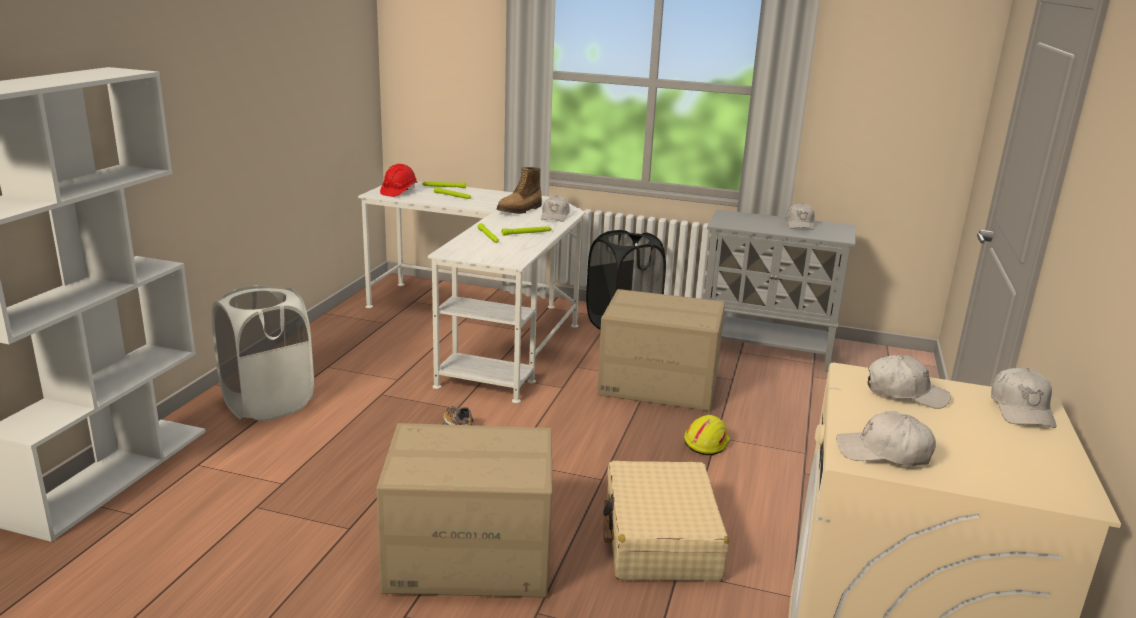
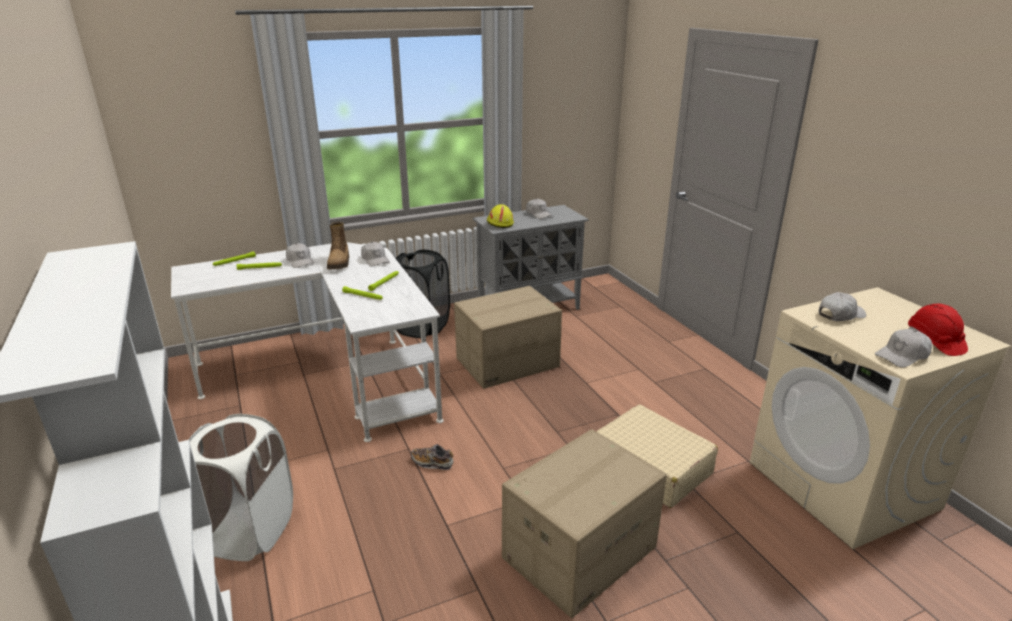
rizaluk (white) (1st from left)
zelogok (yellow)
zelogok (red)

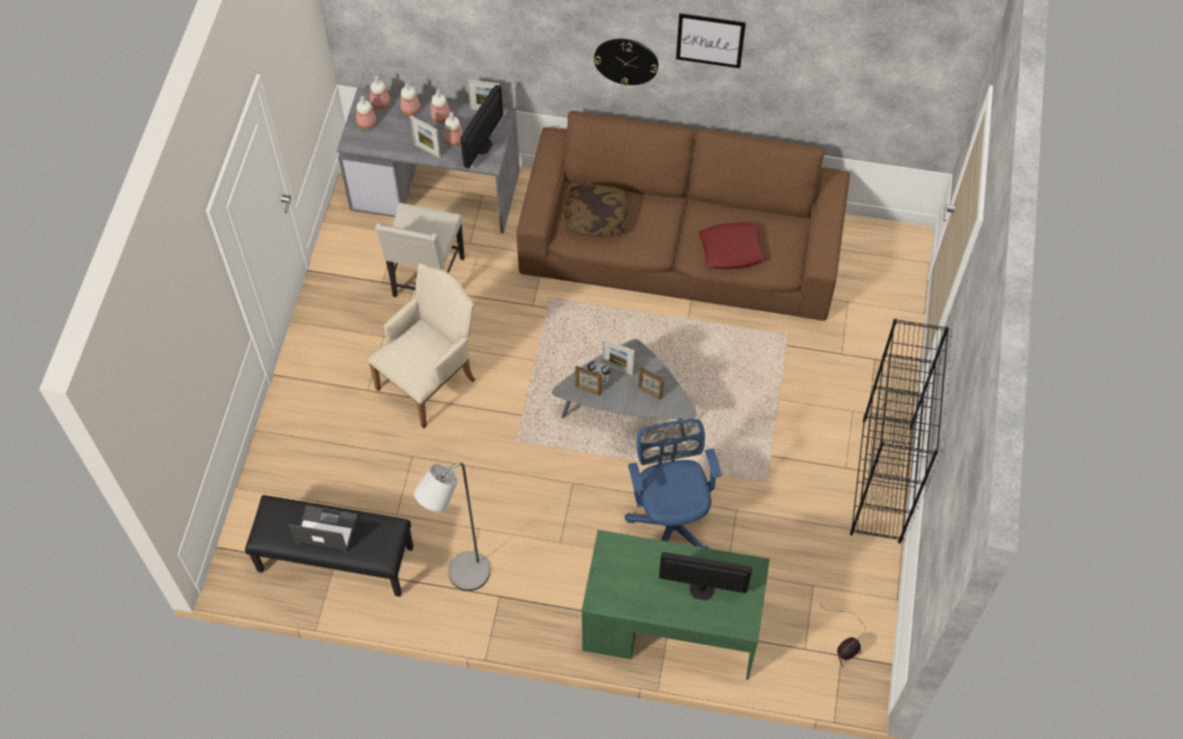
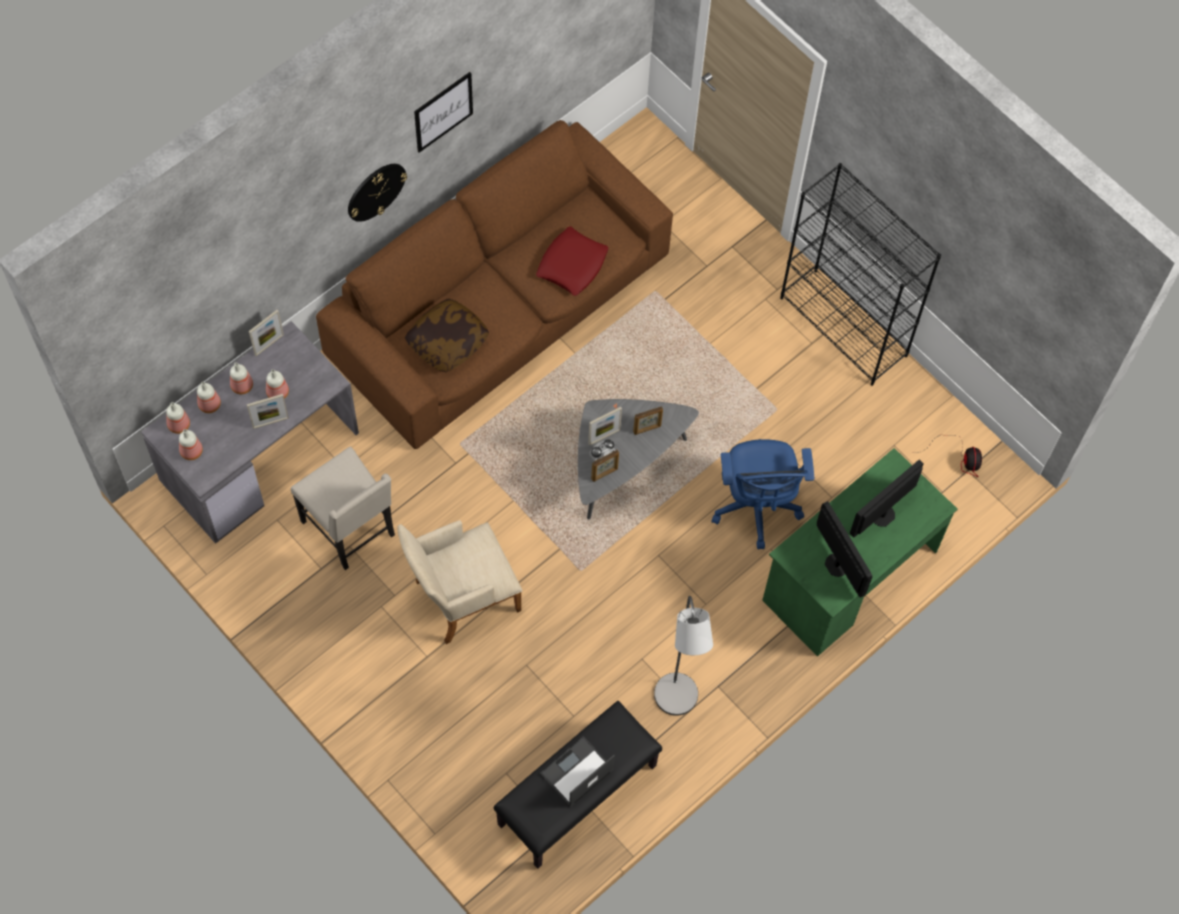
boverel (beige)
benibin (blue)
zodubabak (1st from left)

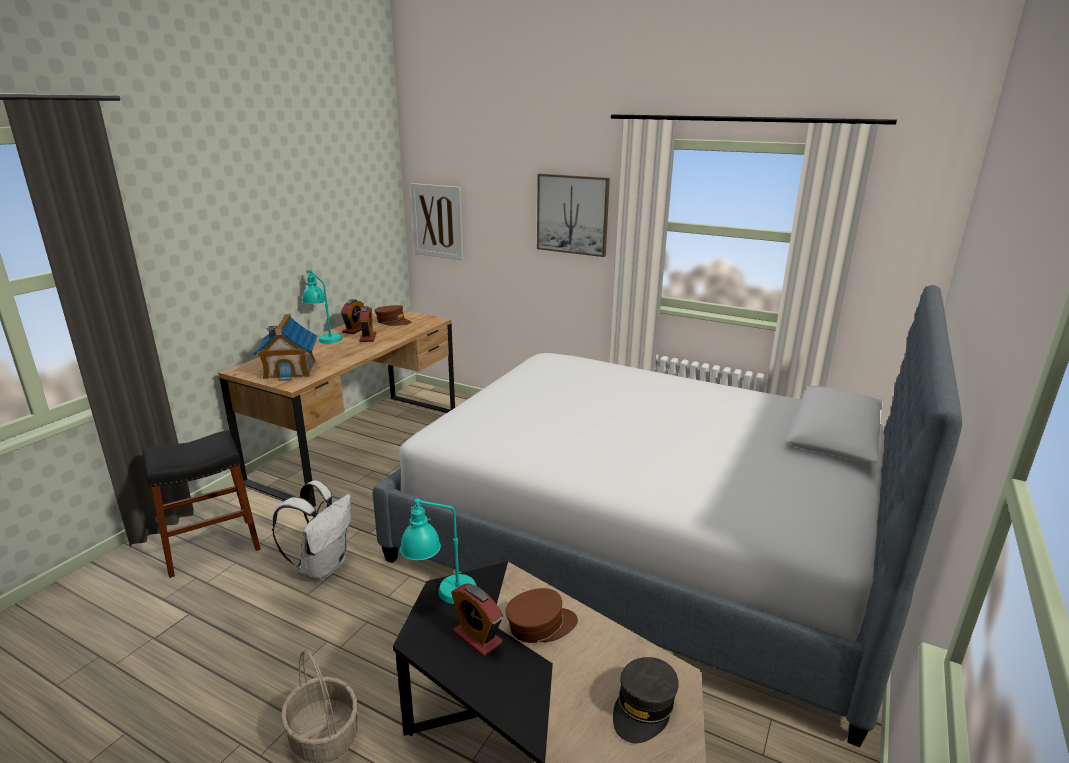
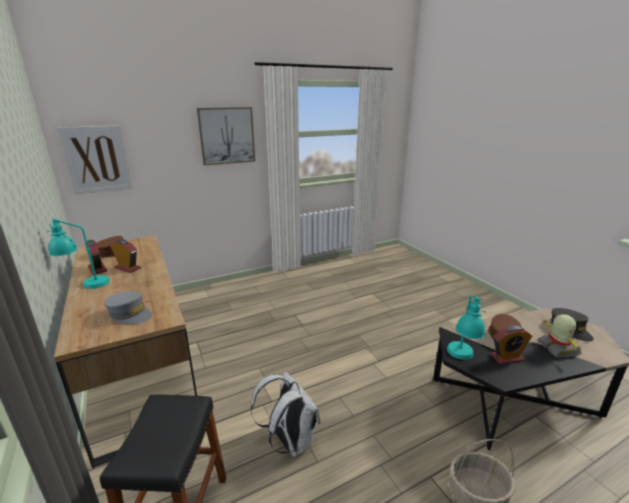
rizaluk (grey) (1st from left)
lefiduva
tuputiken

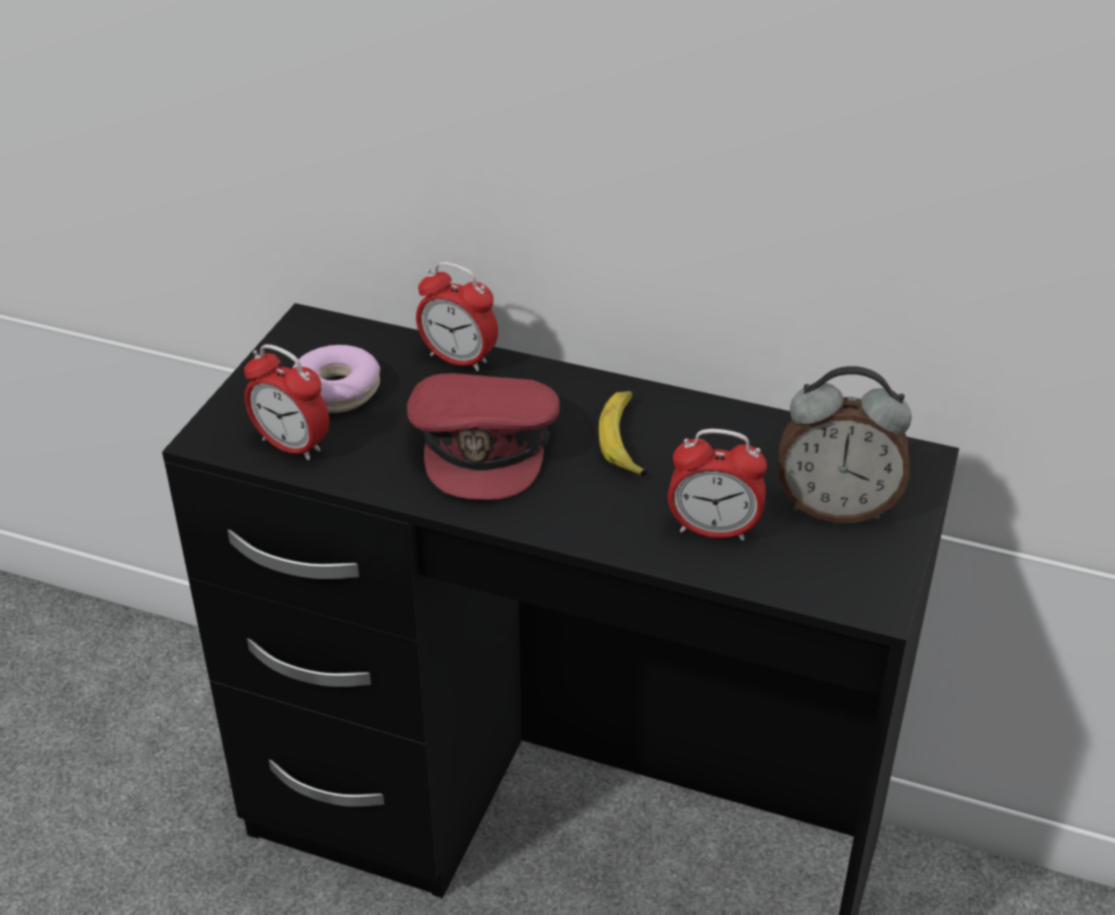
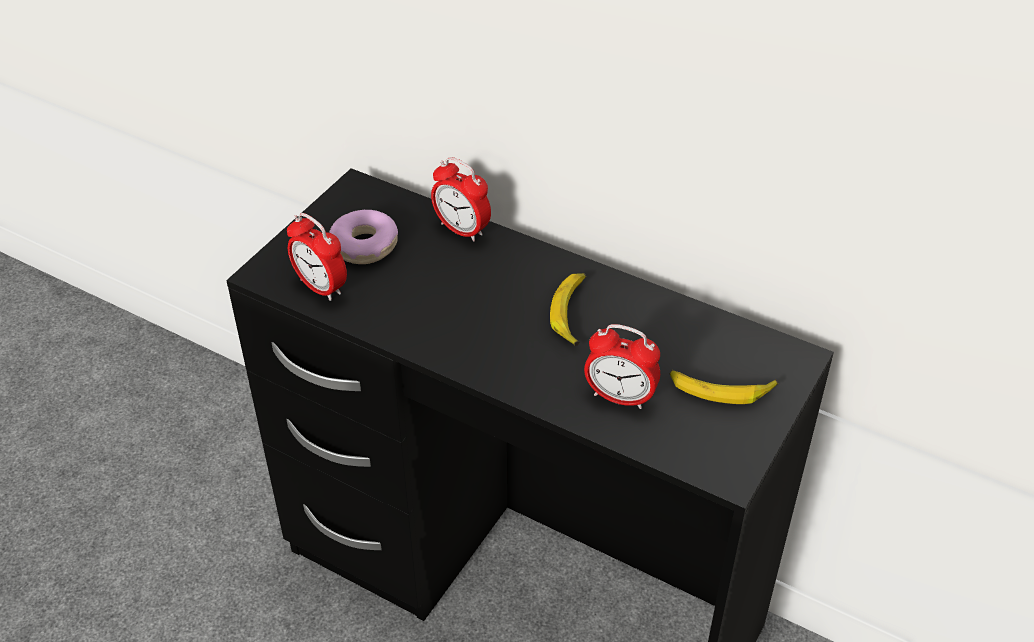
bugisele (2nd from left)
rizaluk (red)

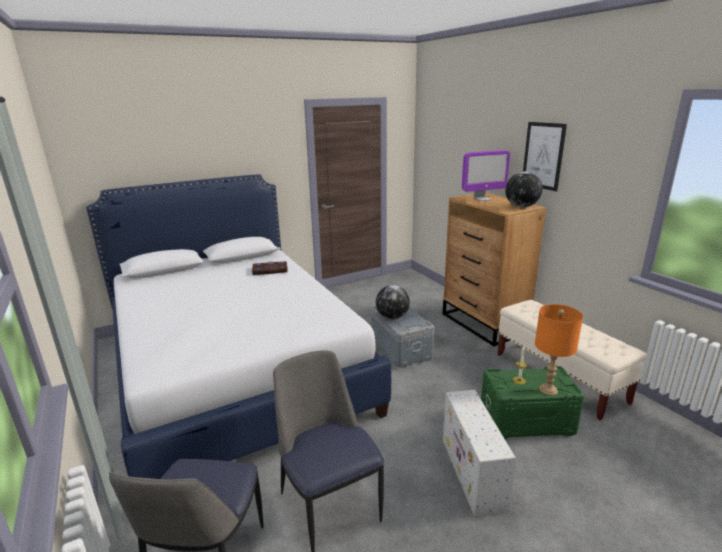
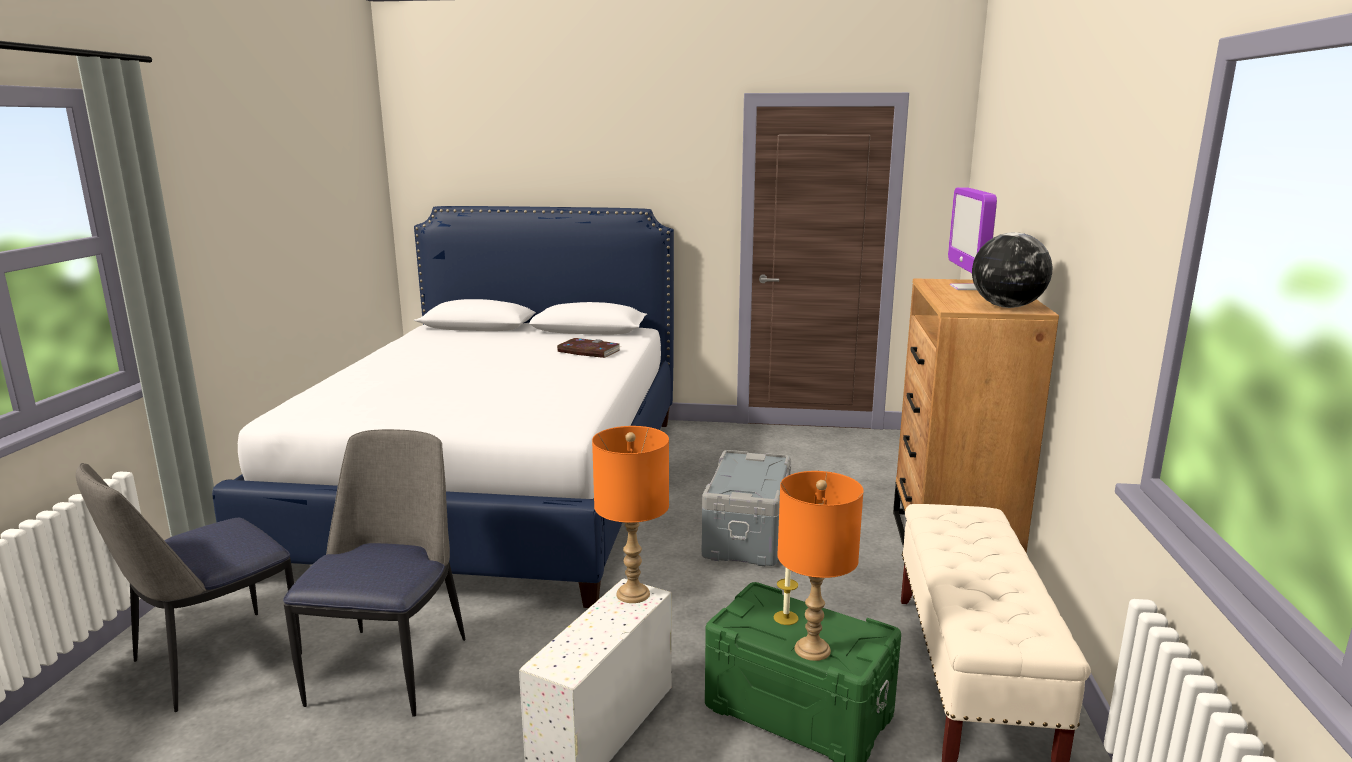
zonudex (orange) (1st from left)
zodubabak
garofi (1st from left in the first image)
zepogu

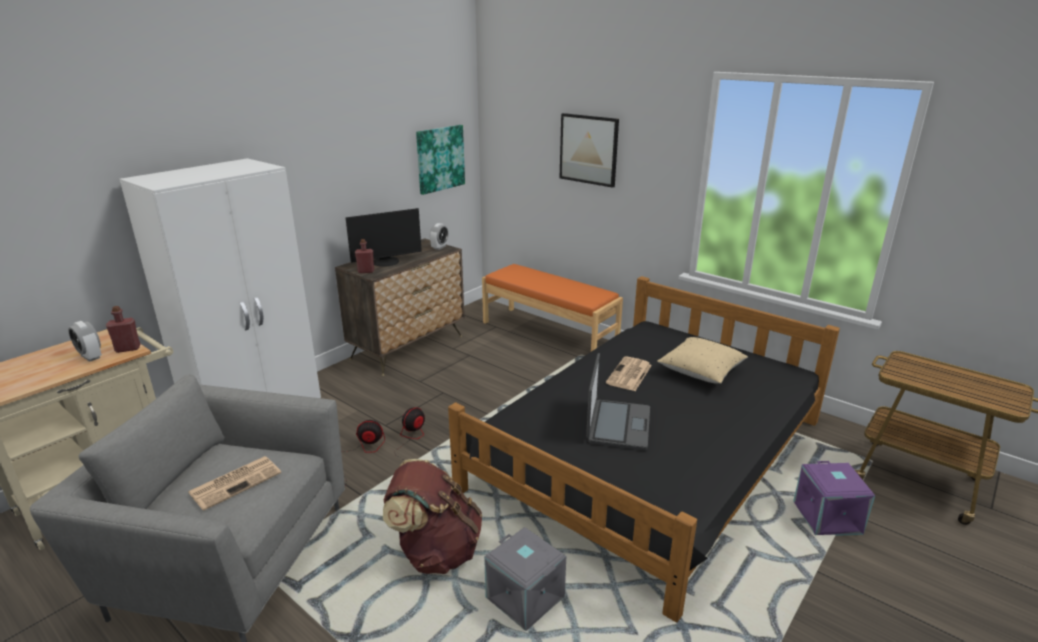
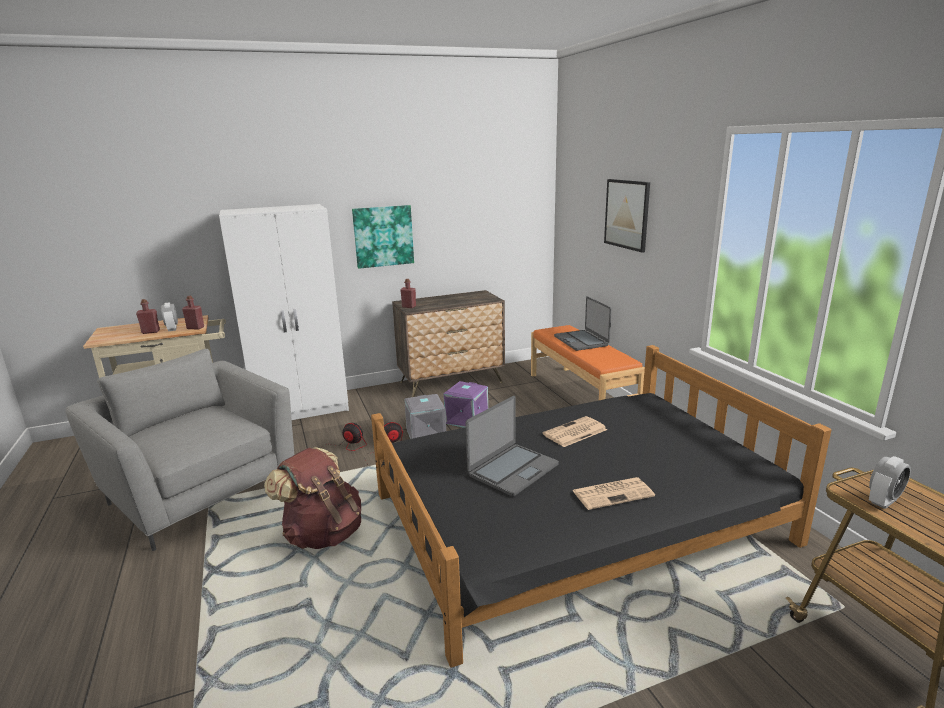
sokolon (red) (1st from left)
zepogu (1st from left)
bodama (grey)
bodama (purple)
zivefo (2nd from left)
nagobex (2nd from left)
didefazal (2nd from left)
zodubabak
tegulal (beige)

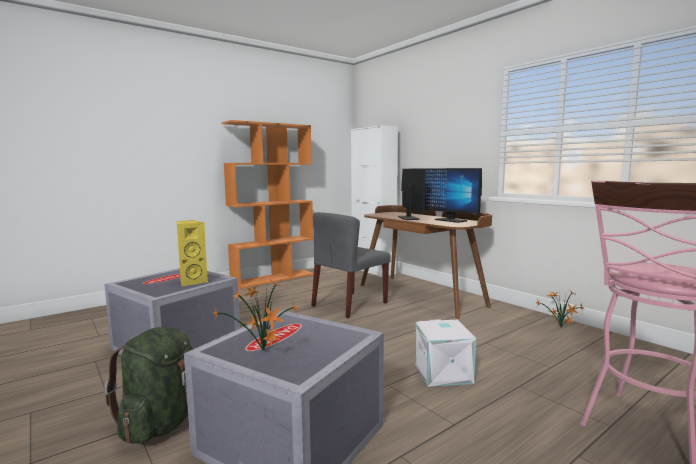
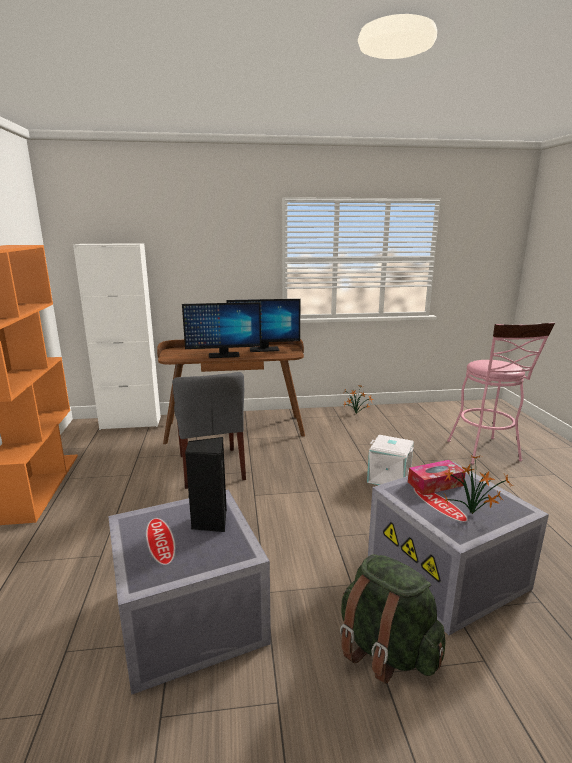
zodubabak (1st from left)
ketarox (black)
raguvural

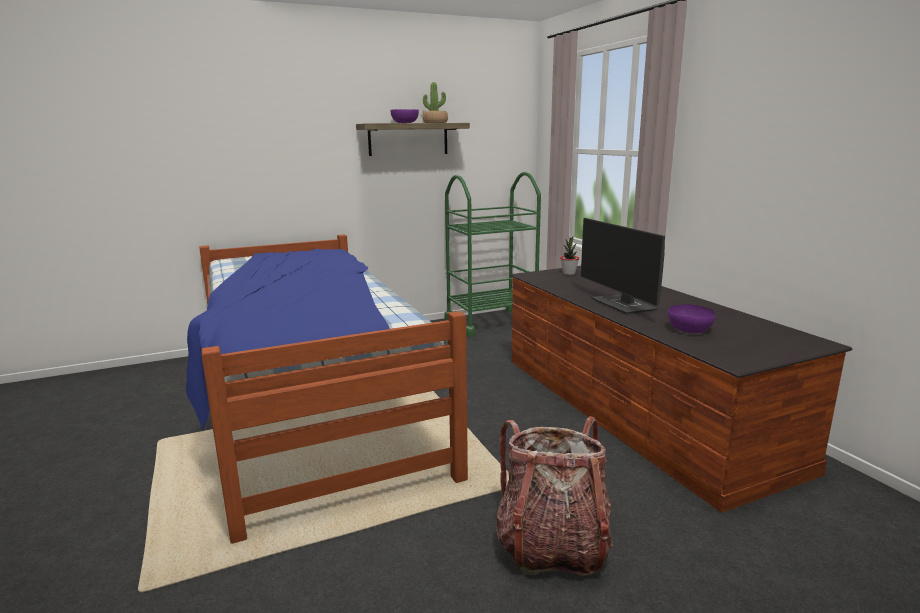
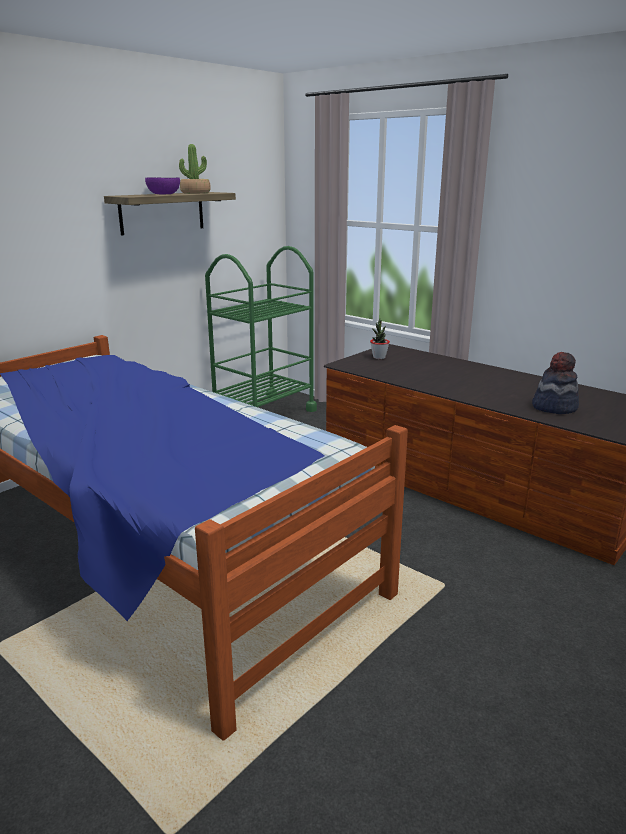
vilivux
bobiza
zodubabak

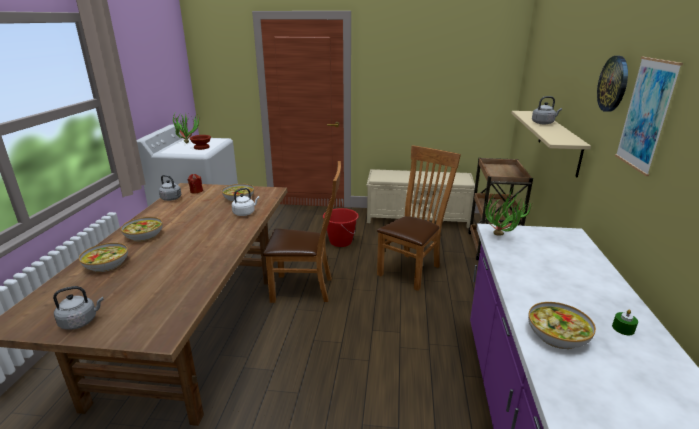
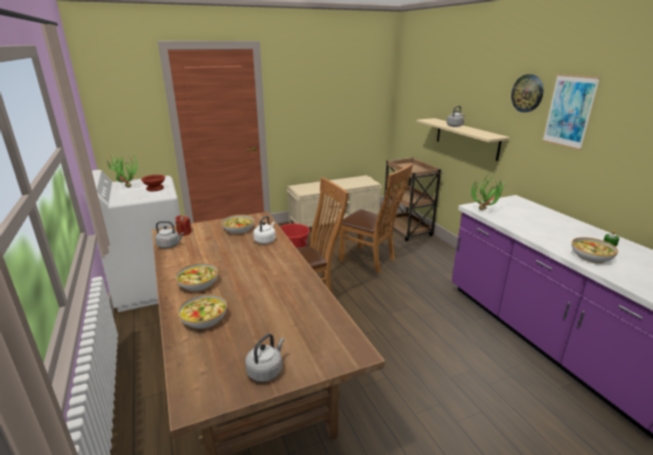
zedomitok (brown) (2nd from left)

